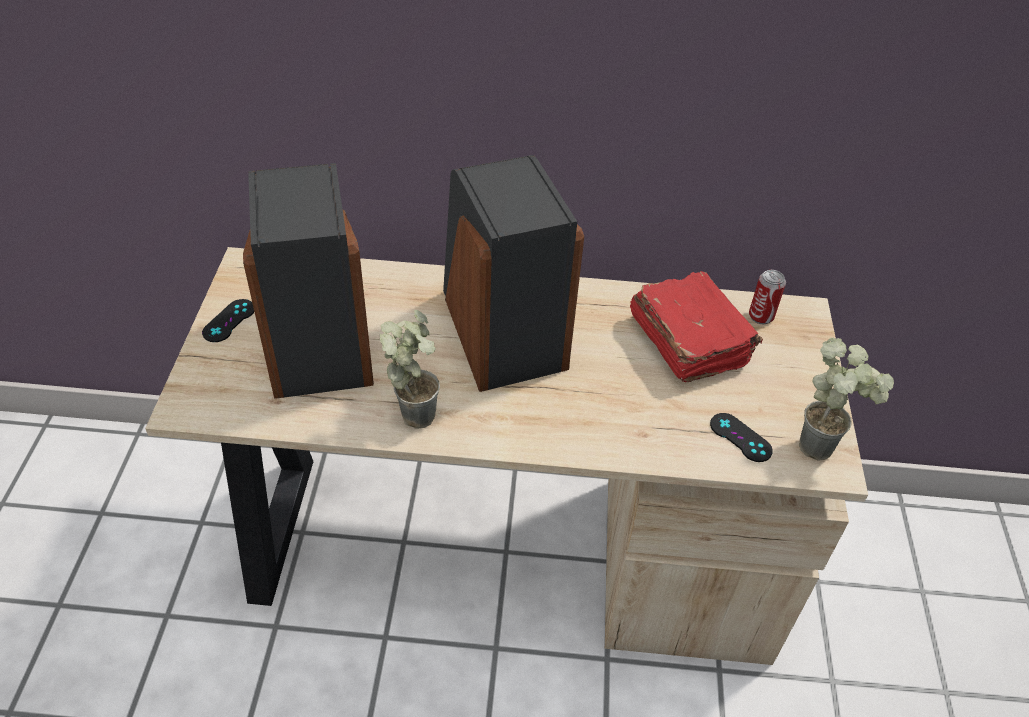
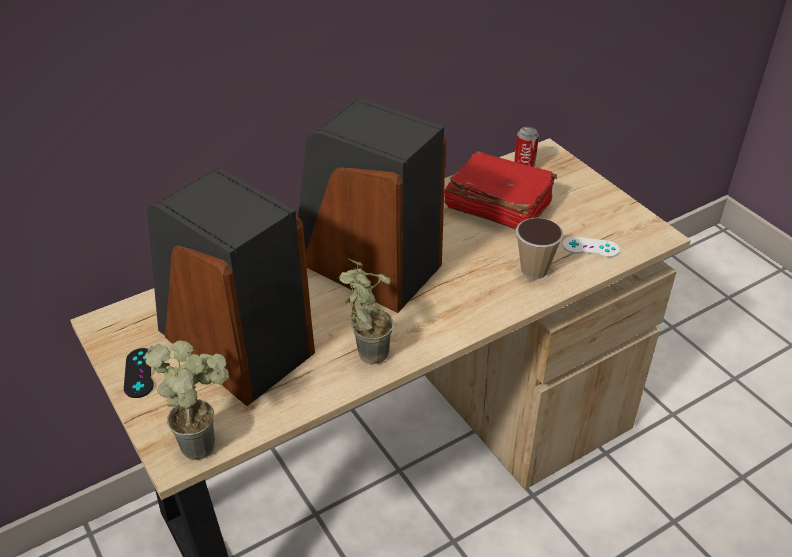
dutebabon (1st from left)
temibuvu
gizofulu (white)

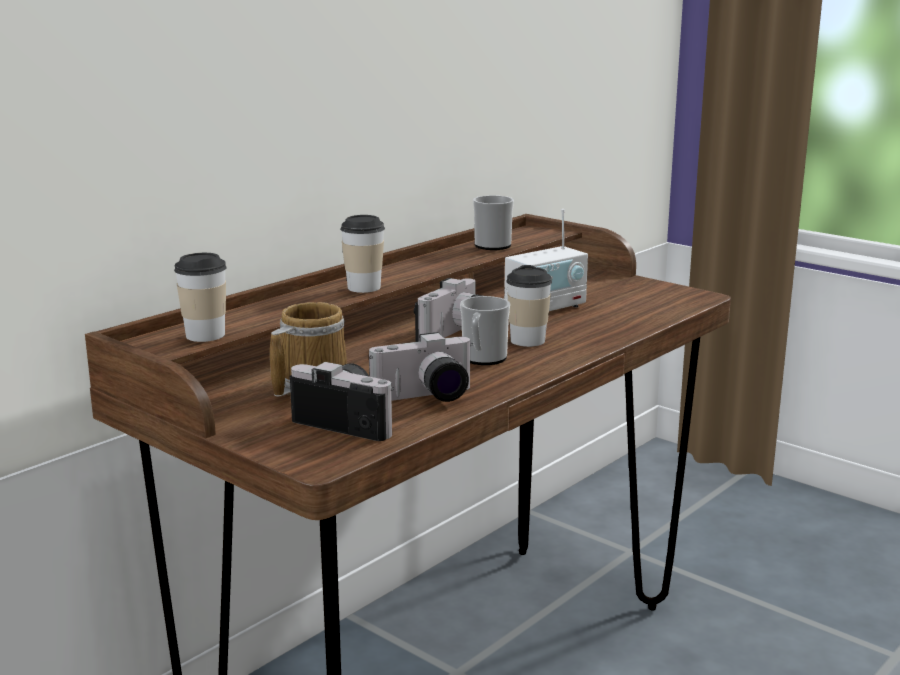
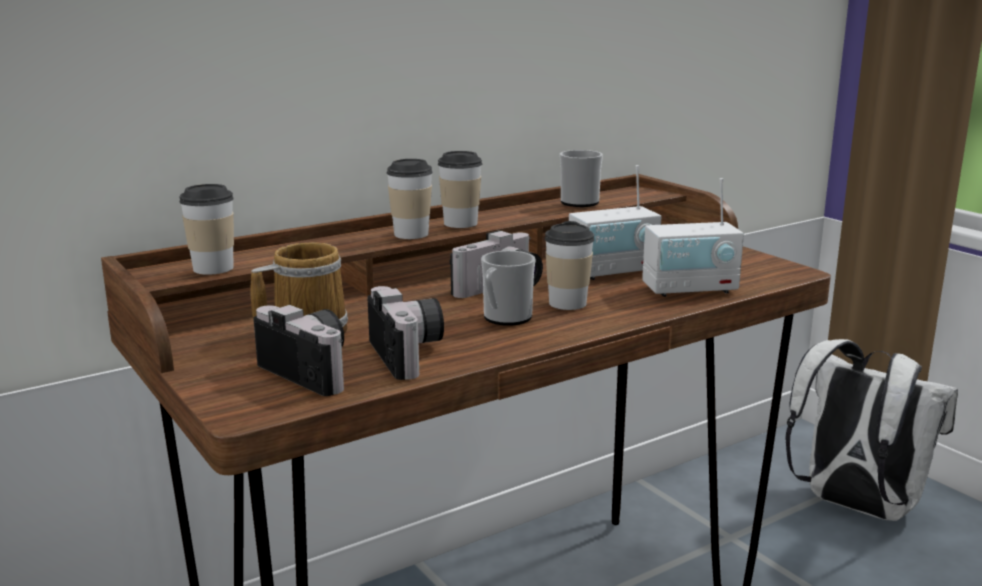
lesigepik (2nd from left)
temibuvu (3rd from left)
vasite (2nd from left)
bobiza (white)

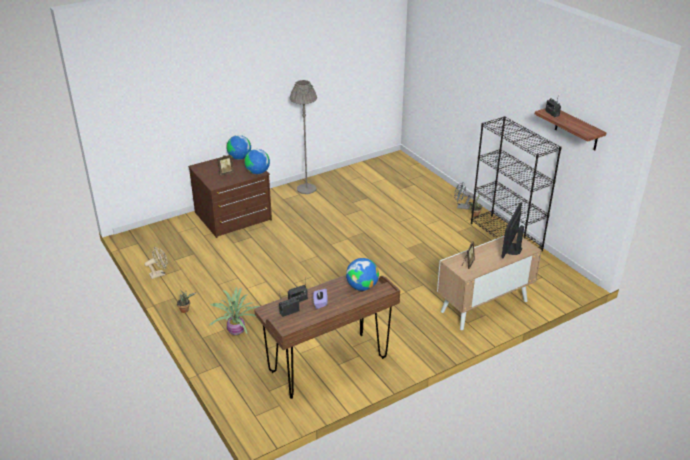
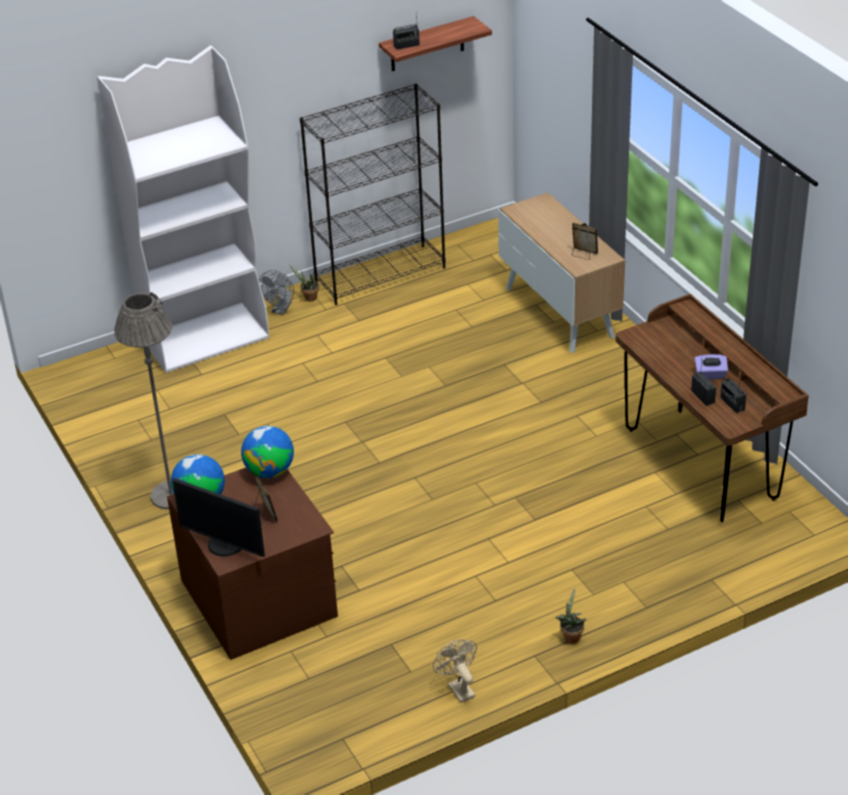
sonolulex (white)
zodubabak
dutebabon (2nd from left in the first image)
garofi (3rd from left in the first image)

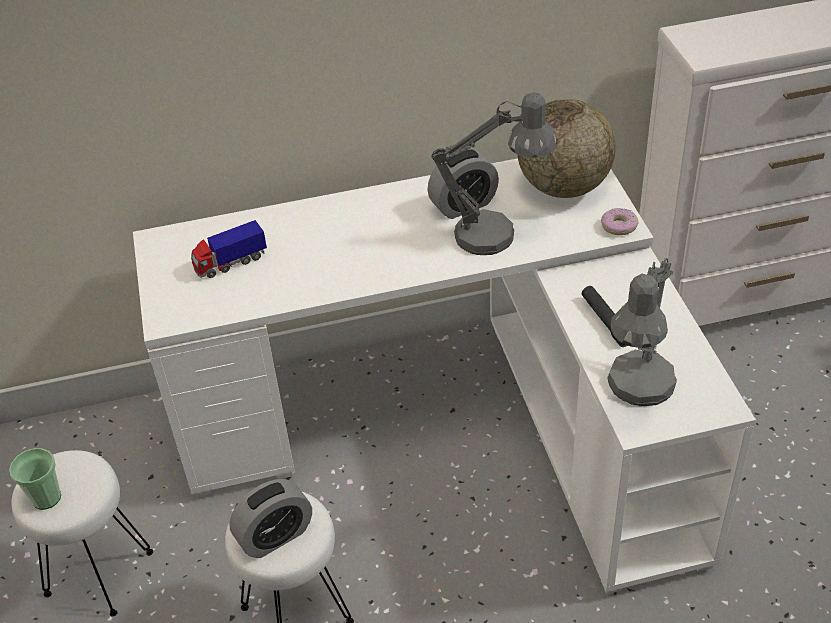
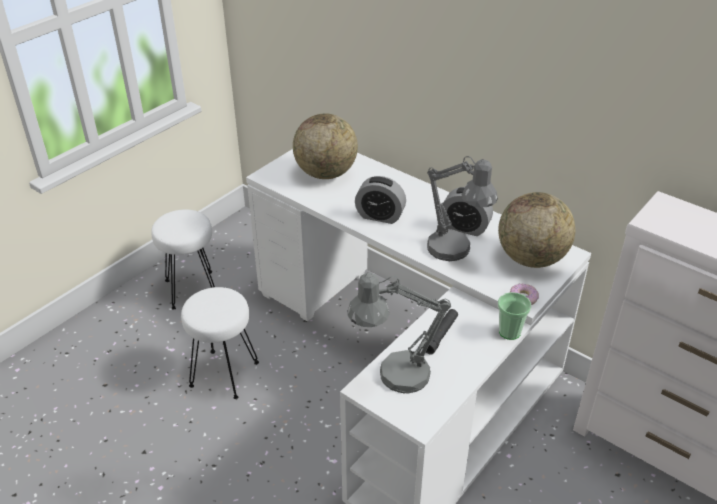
garofi (1st from left)
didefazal (1st from left)
temibuvu

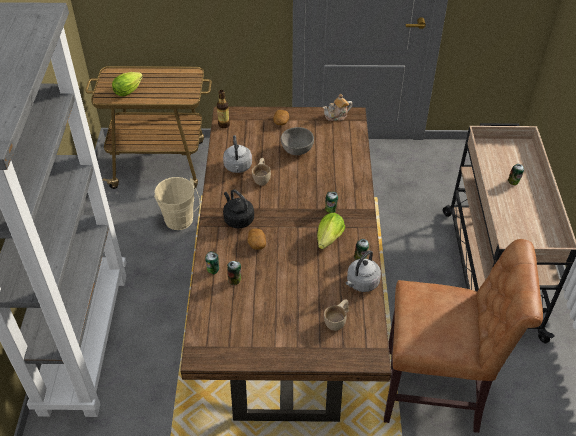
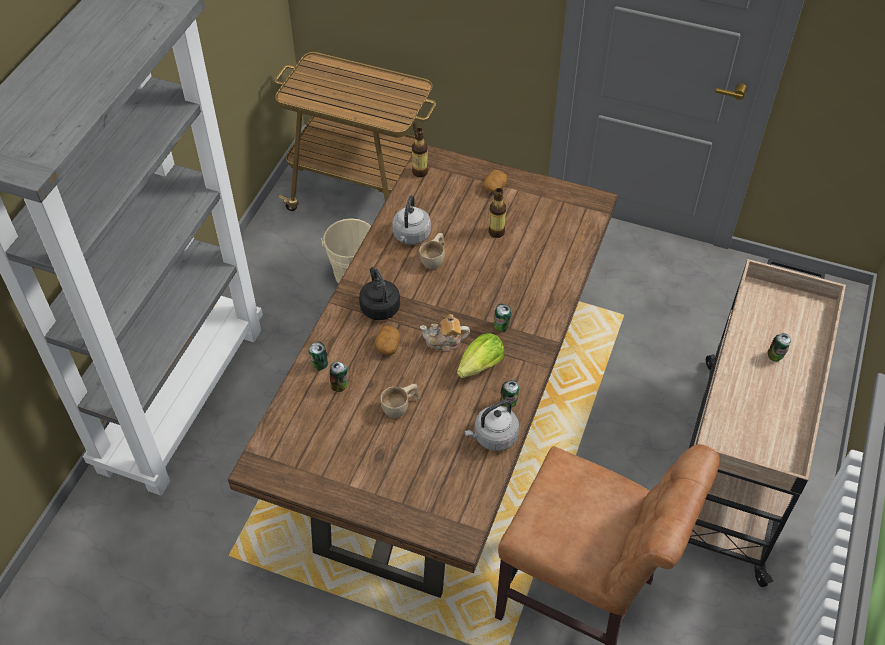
temibuvu (beige) (1st from left)
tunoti
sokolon (2nd from left)
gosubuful (1st from left in the first image)

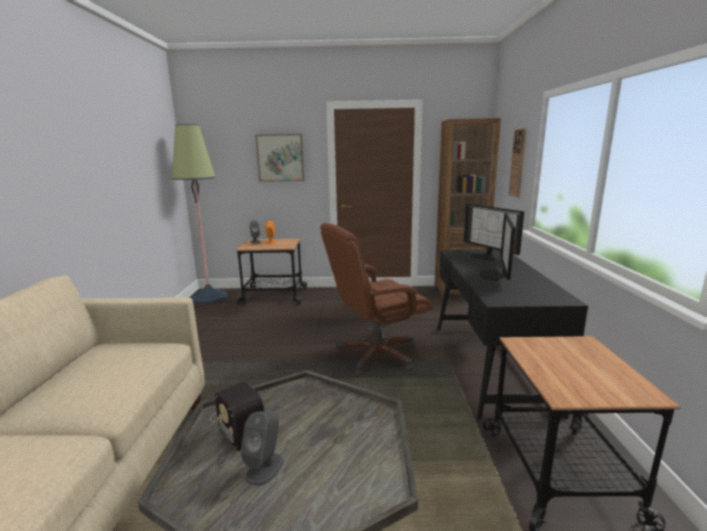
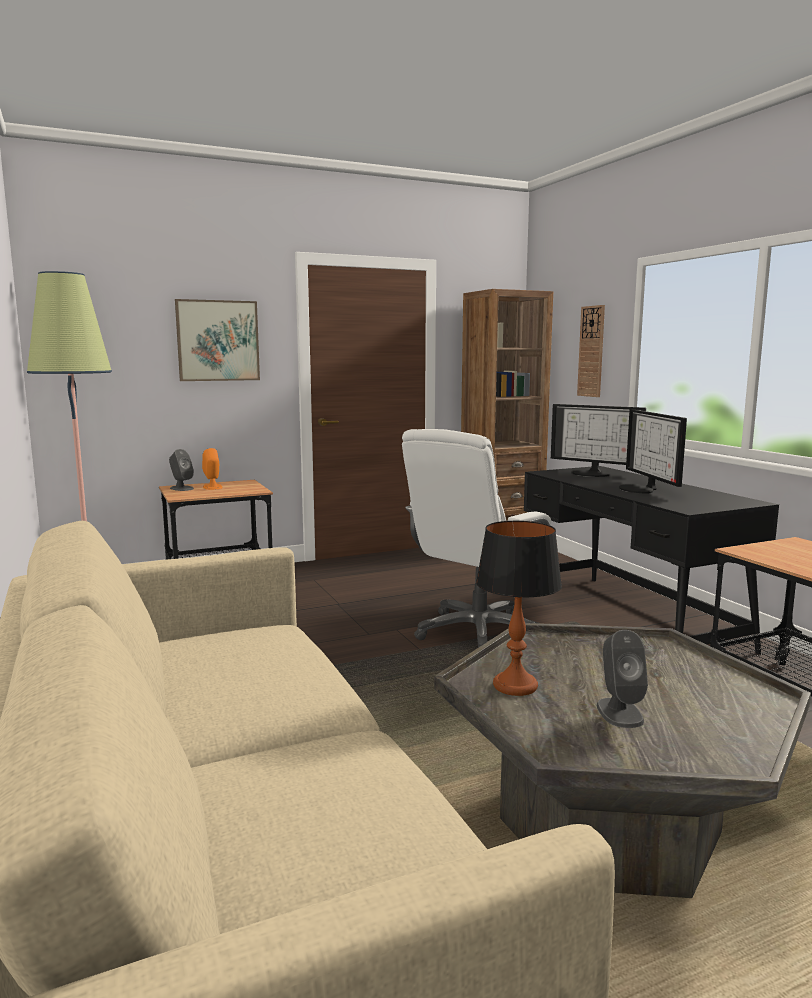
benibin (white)
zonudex

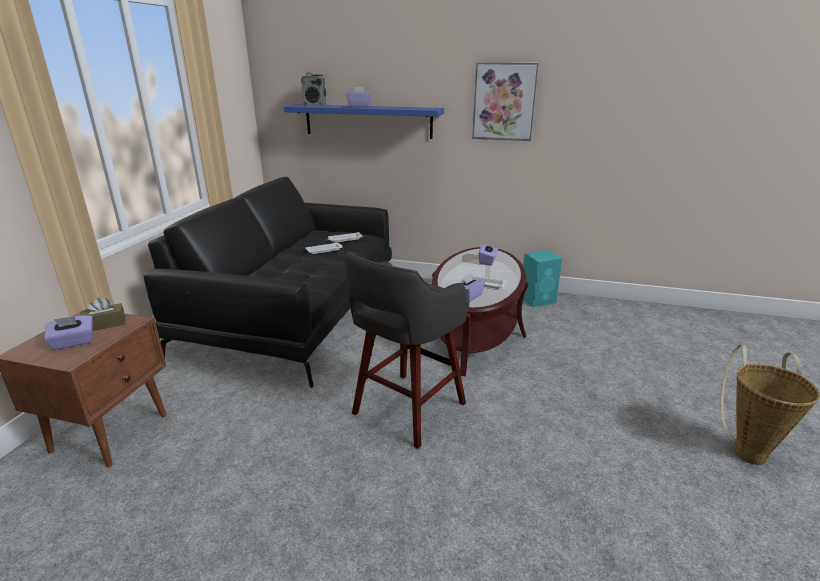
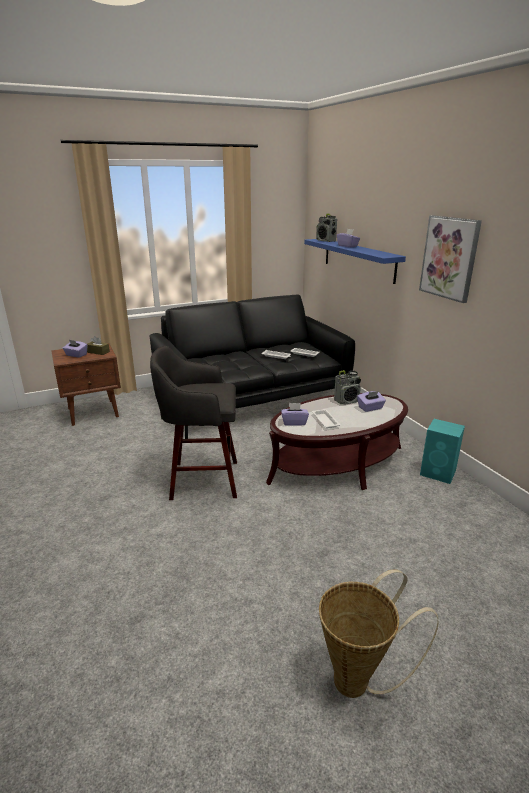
vasite (2nd from left)

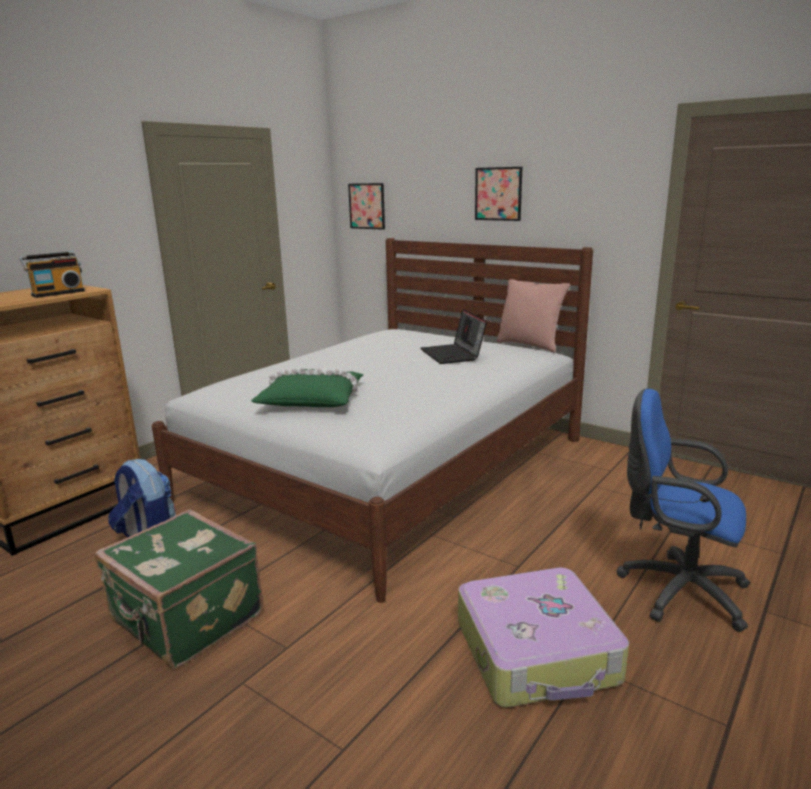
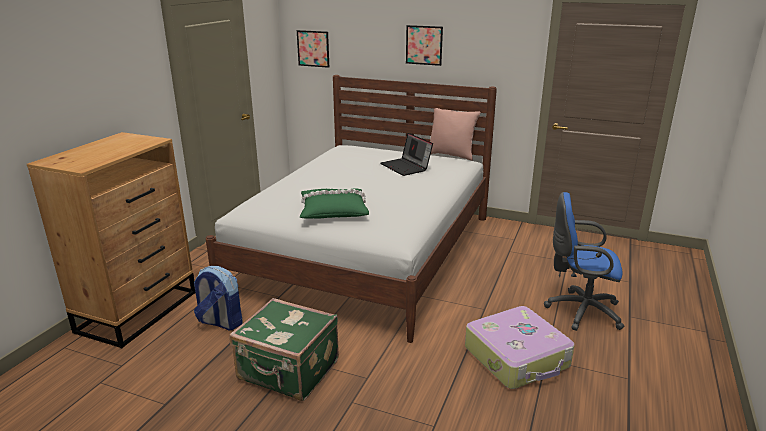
vasite

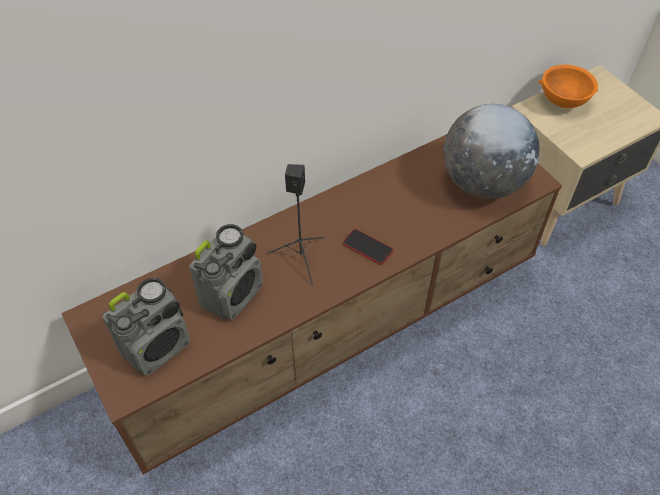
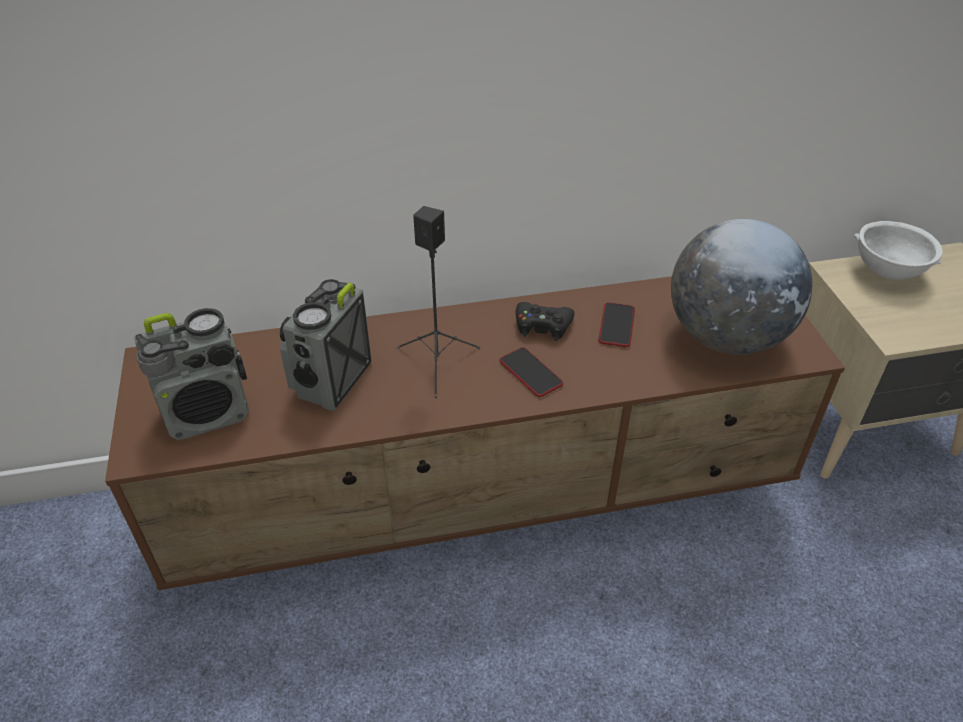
vasite (2nd from left)
gizofulu (black)
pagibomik (2nd from left)
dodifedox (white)

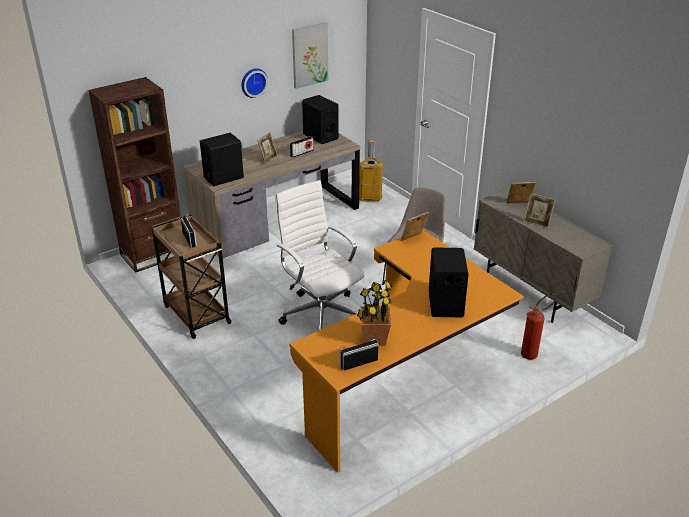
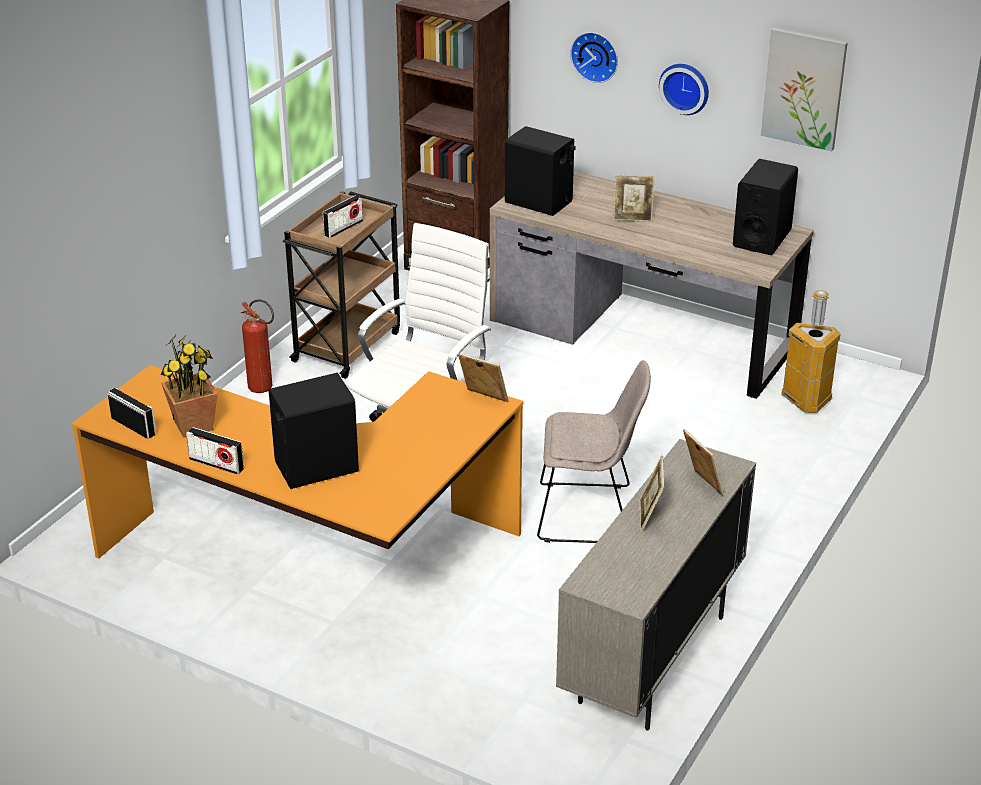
vasite (2nd from left)
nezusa
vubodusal (1st from left)

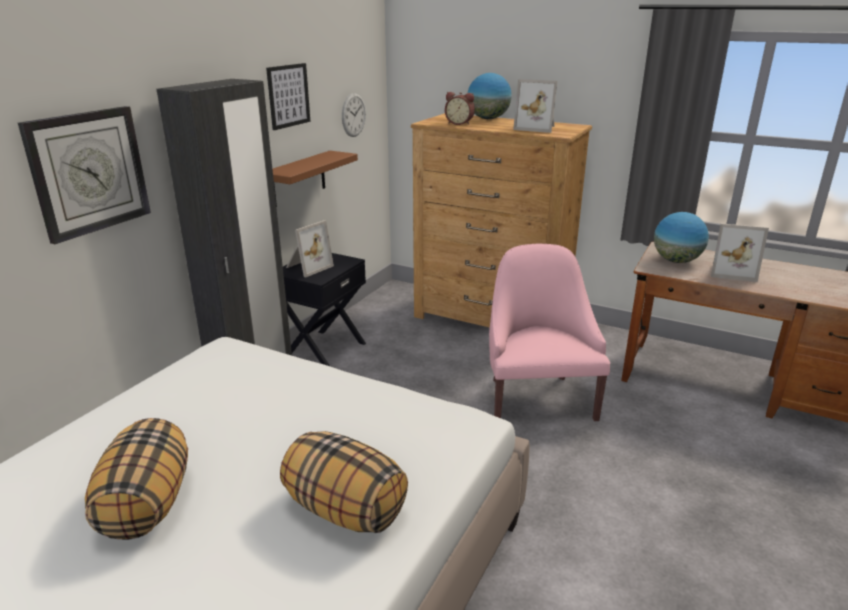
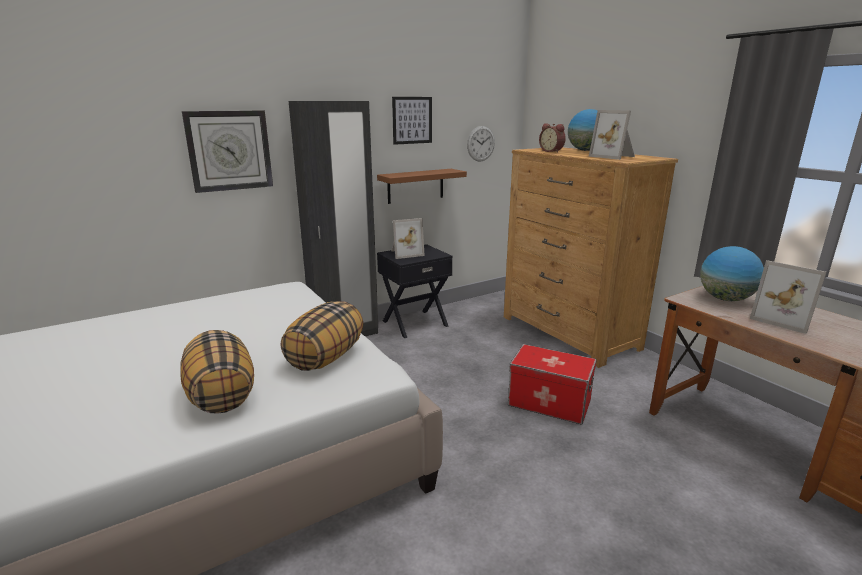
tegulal (2nd from left)
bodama

